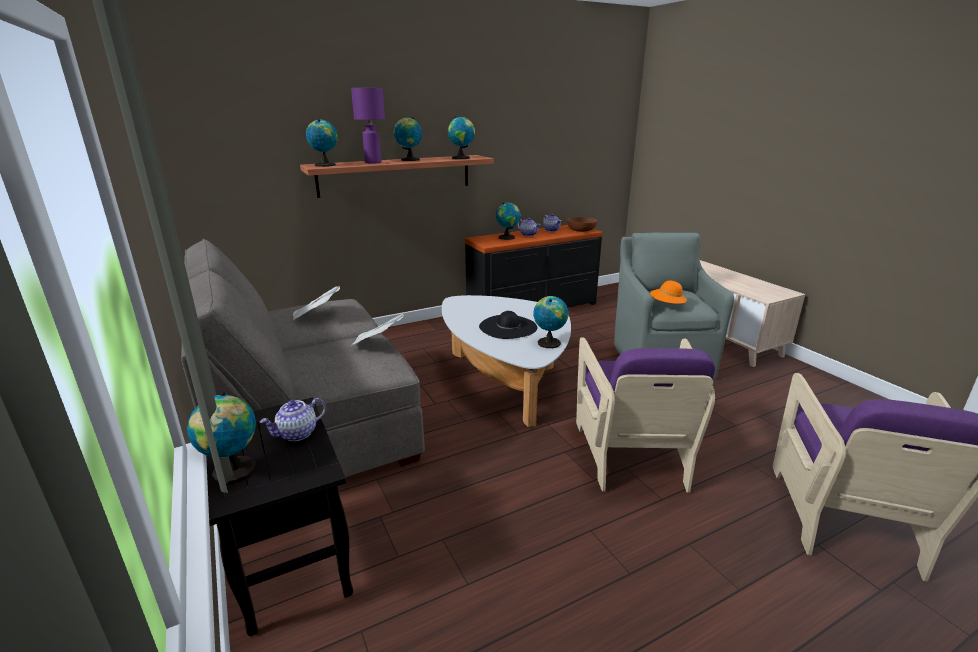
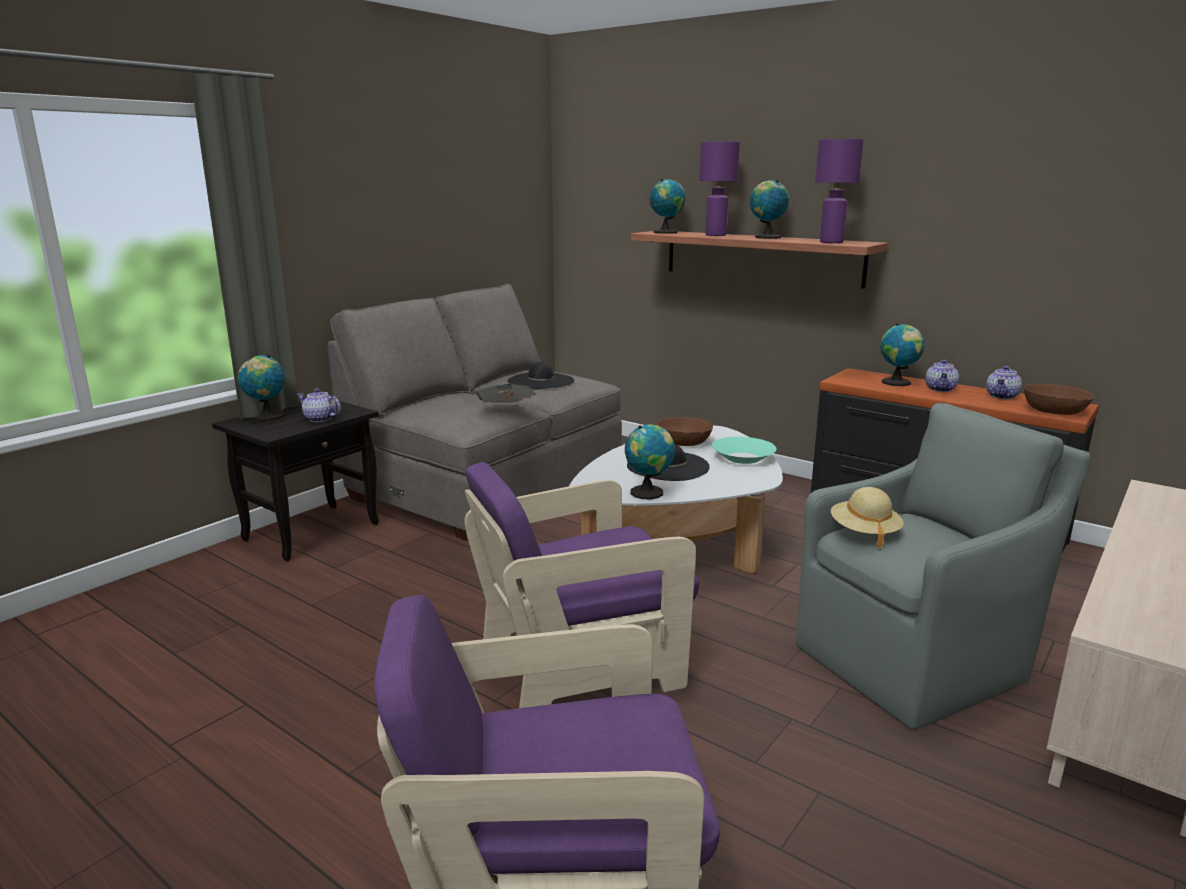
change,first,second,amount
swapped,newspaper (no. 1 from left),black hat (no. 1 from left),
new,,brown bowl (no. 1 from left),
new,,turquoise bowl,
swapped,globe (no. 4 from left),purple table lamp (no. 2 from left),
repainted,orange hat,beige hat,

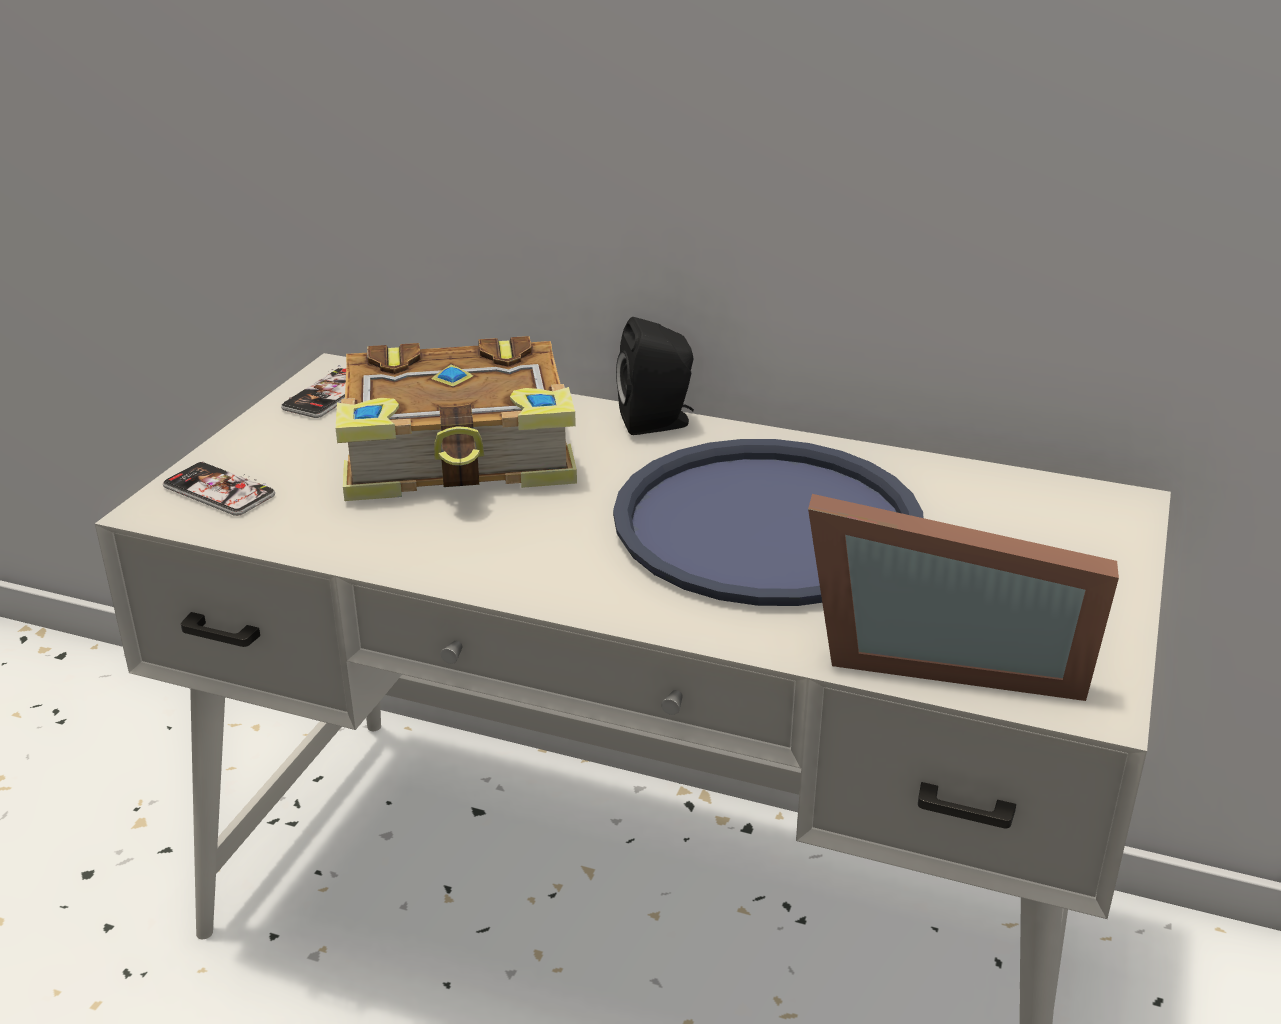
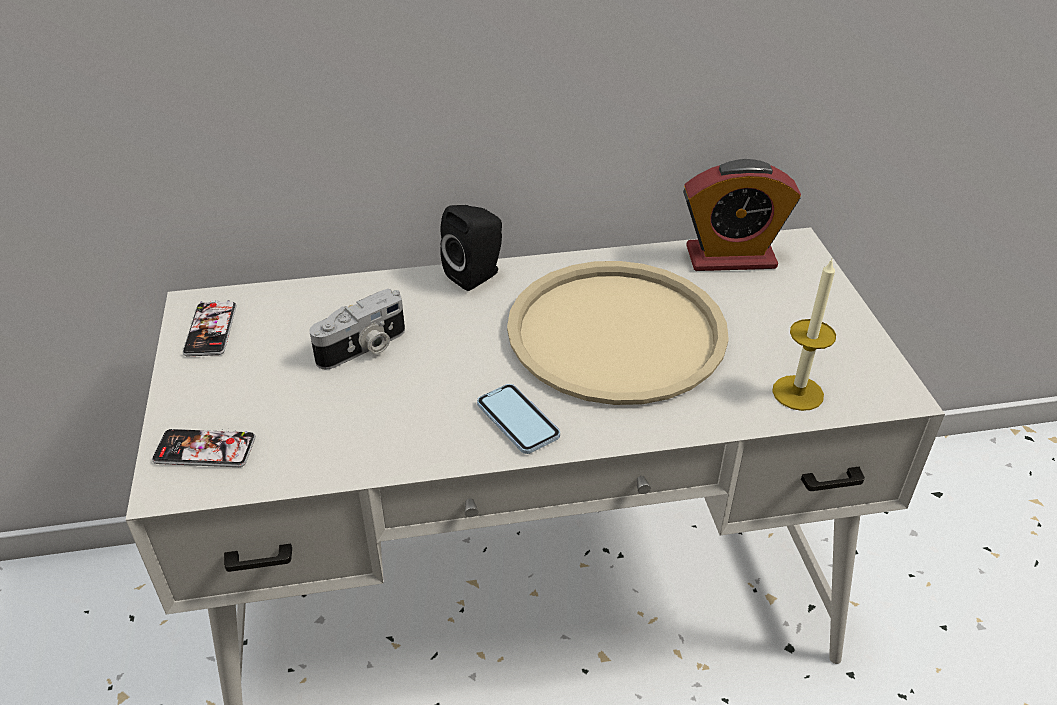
change,first,second,amount
swapped,book,photo camera,
new,,phone (no. 3 from left),
repainted,blue tray,beige tray,
new,,alarm clock,
swapped,picture frame,candle,

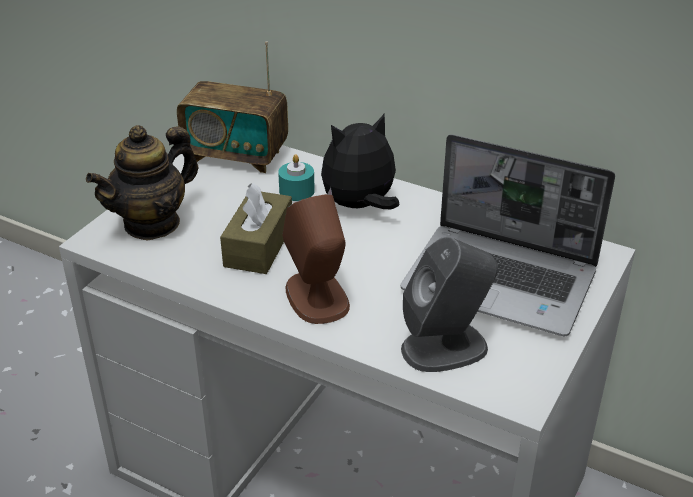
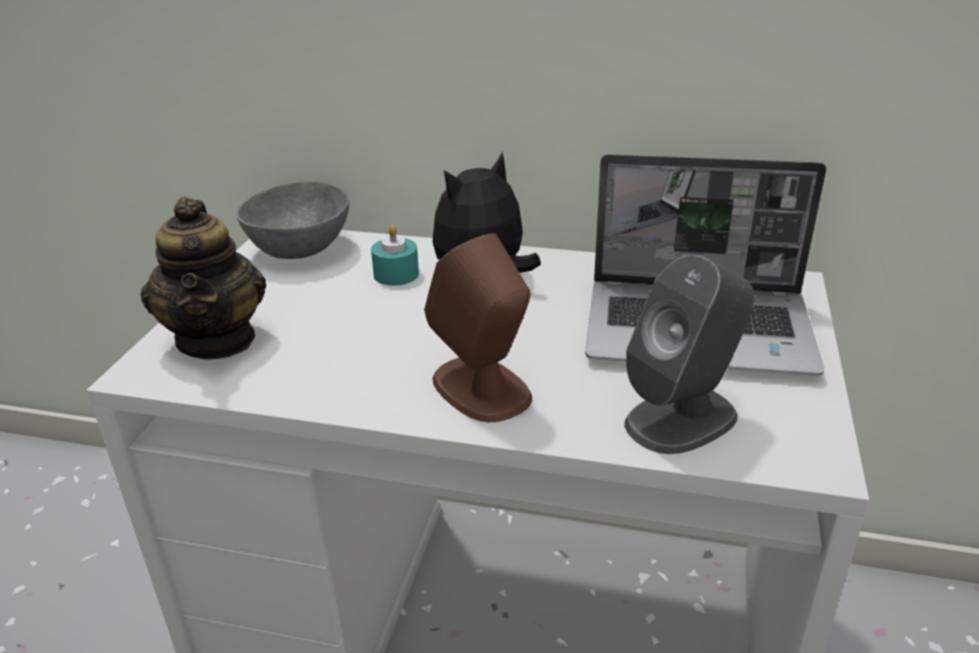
change,first,second,amount
rotated,teapot,,45 degrees counterclockwise
swapped,radio,grey bowl,
gone,brown tissue box,,

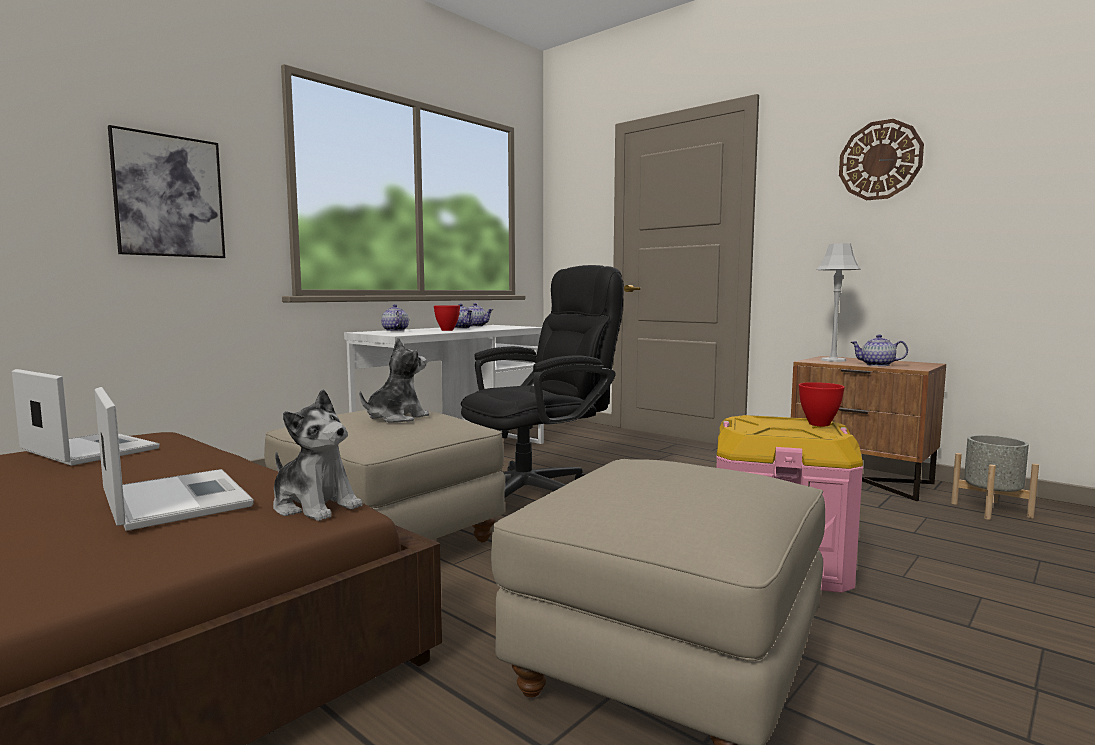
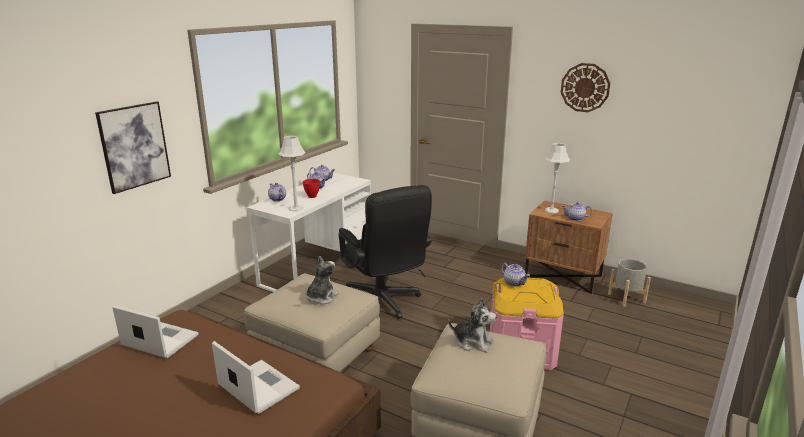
change,first,second,amount
new,,grey table lamp (no. 1 from left),
rotated,black office chair,,105 degrees clockwise
shifted,plush toy (no. 1 from left in the first image),plush toy (no. 2 from left),
new,,teapot (no. 4 from left),
gone,red bowl (no. 2 from left),,

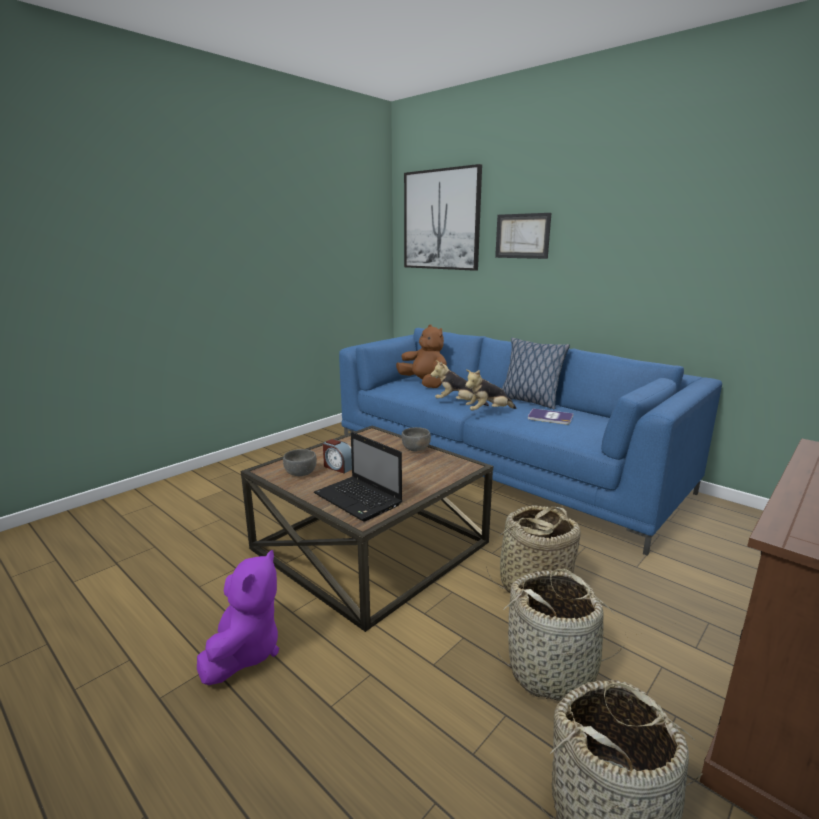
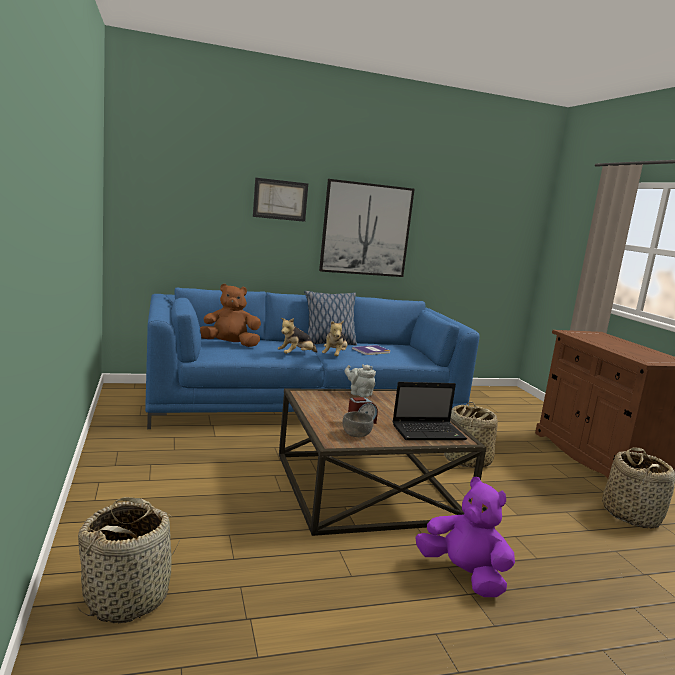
change,first,second,amount
shifted,basket (no. 2 from left in the first image),basket (no. 1 from left),
shifted,picture (no. 1 from left in the first image),picture (no. 2 from left),
swapped,grey bowl (no. 2 from left),grey teapot,

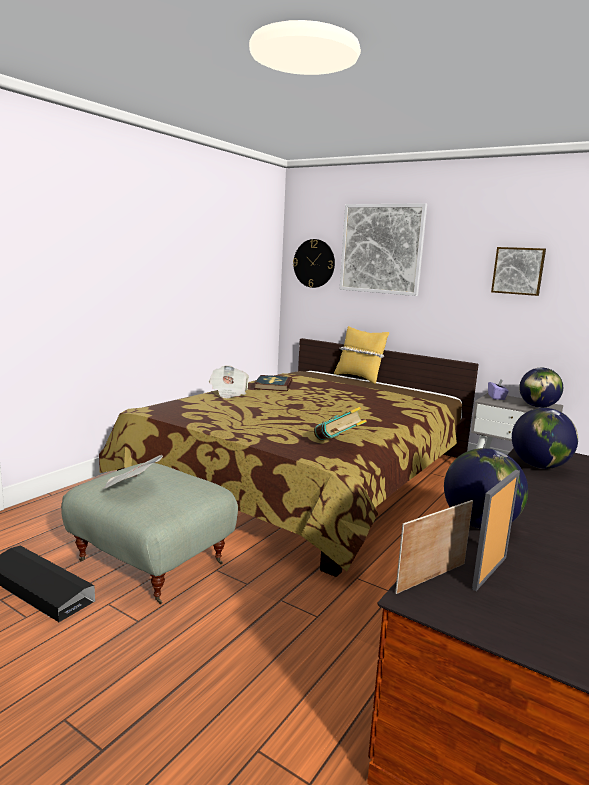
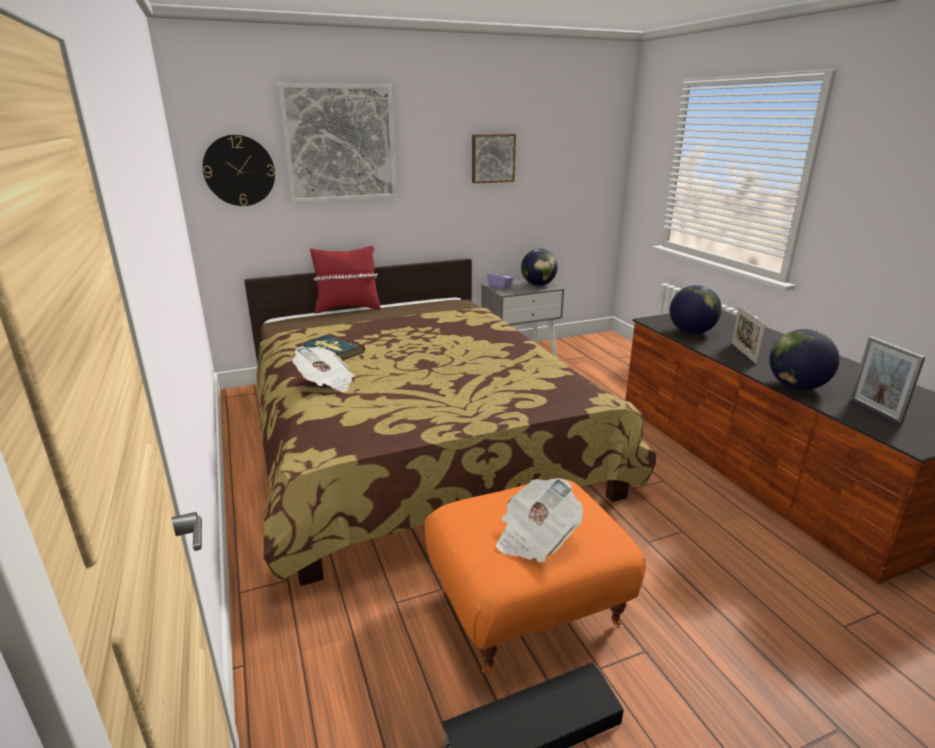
change,first,second,amount
repainted,yellow pillow,red pillow,
repainted,grey ottoman,orange ottoman,
shifted,picture frame (no. 1 from left),,
gone,book (no. 2 from left),,

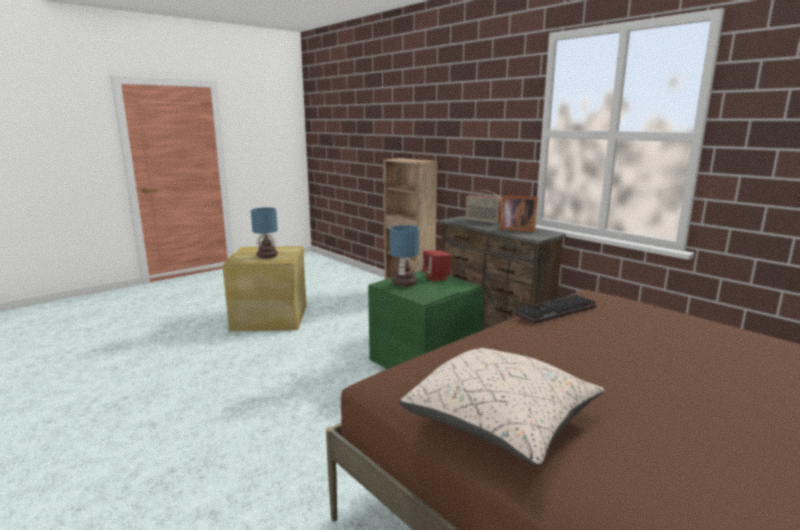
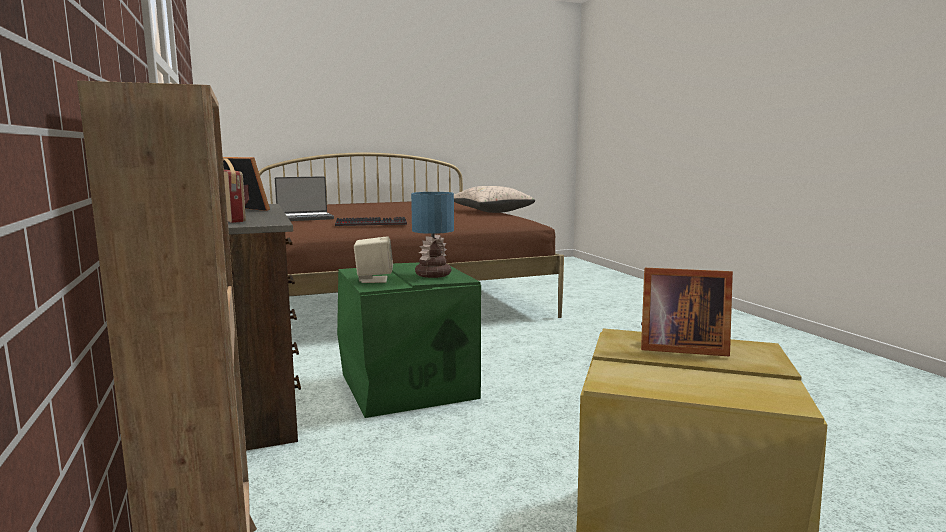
change,first,second,amount
new,,laptop,
repainted,red speaker,beige speaker,
swapped,table lamp (no. 1 from left),picture frame (no. 2 from left),

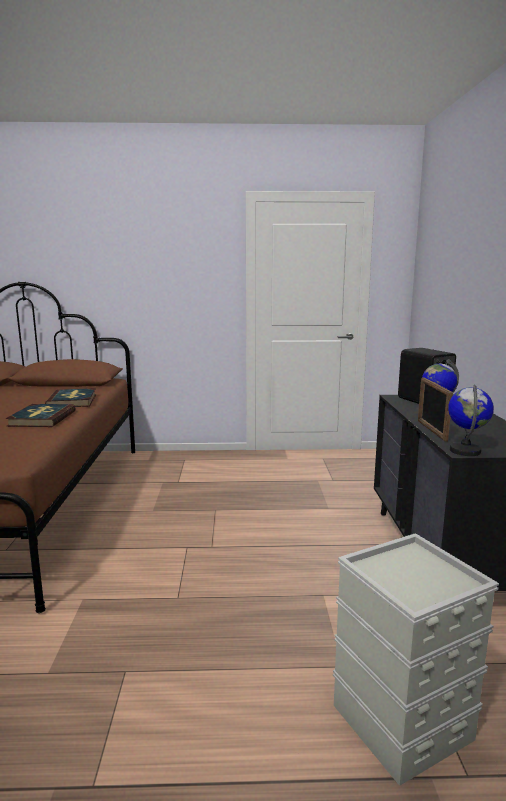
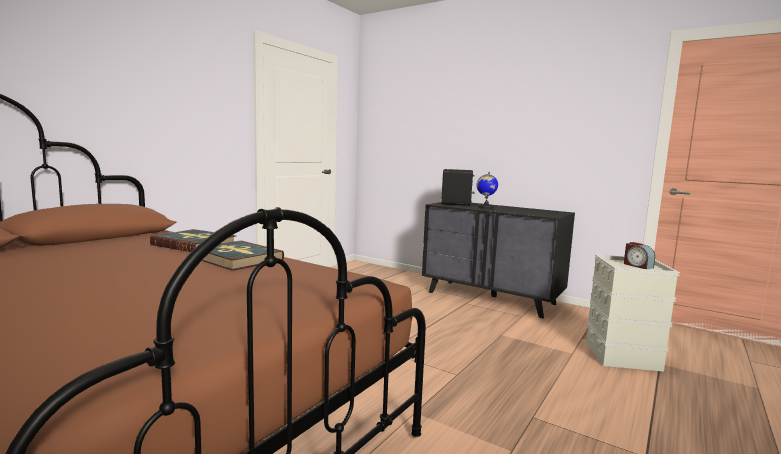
change,first,second,amount
new,,alarm clock,
gone,picture frame,,
gone,globe (no. 2 from left),,

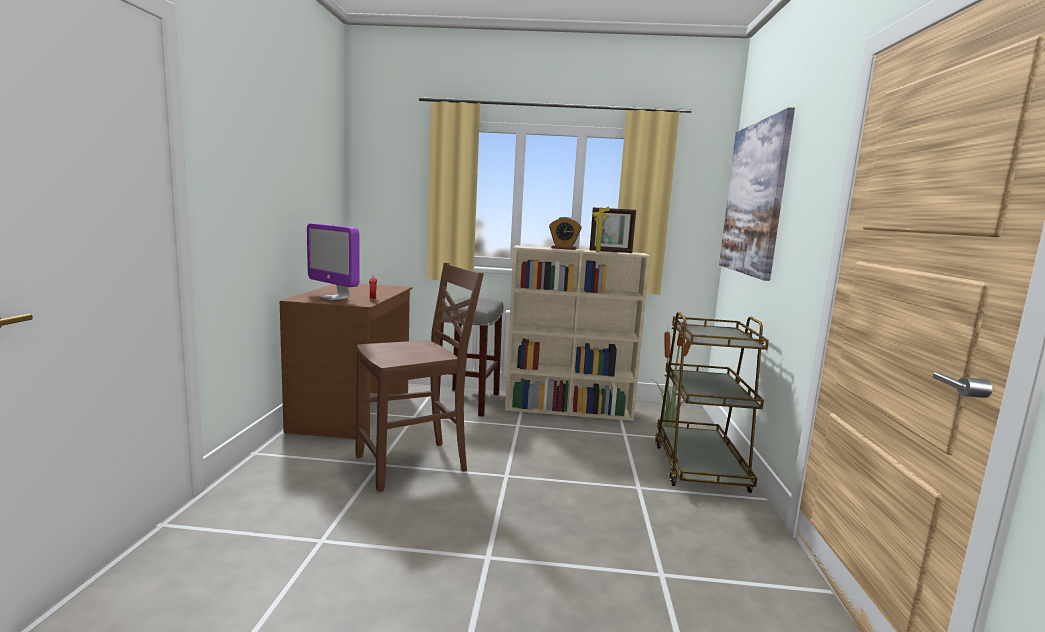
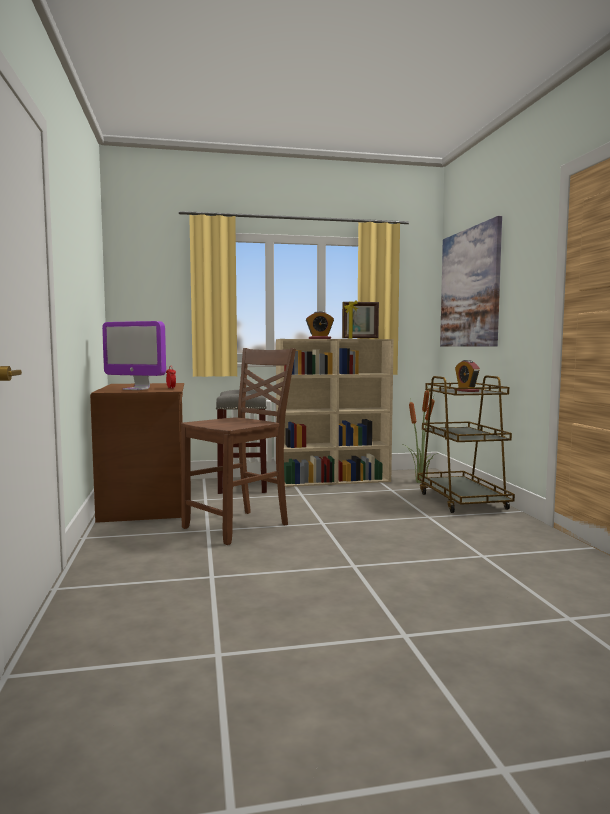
change,first,second,amount
new,,alarm clock (no. 3 from left),

